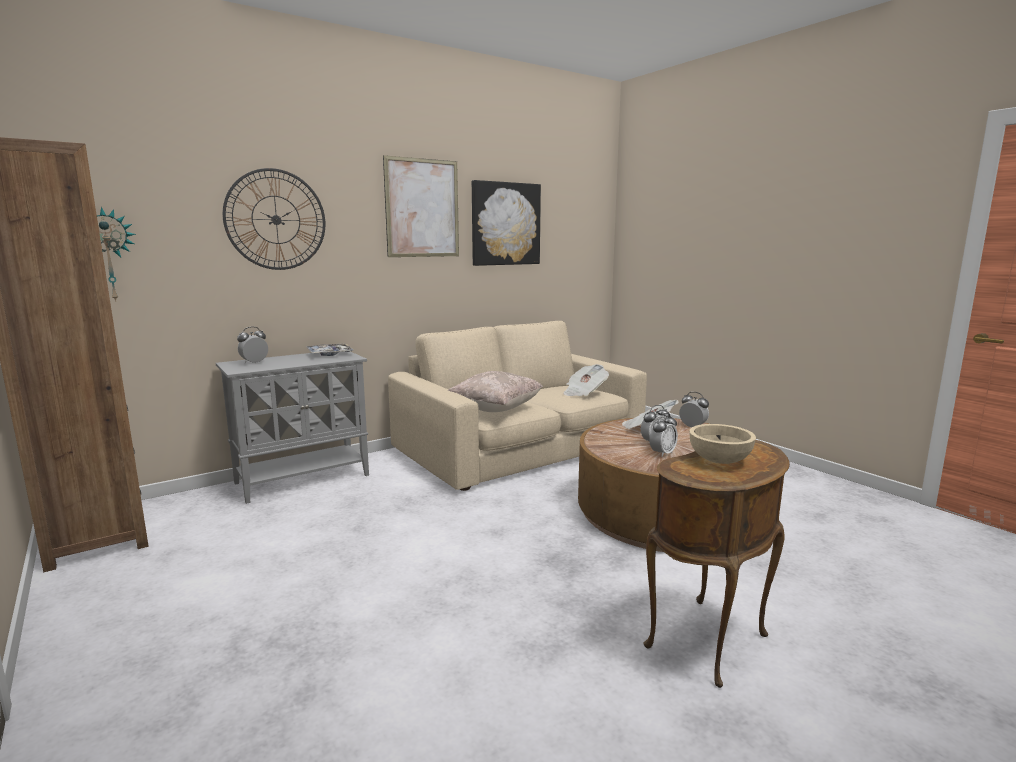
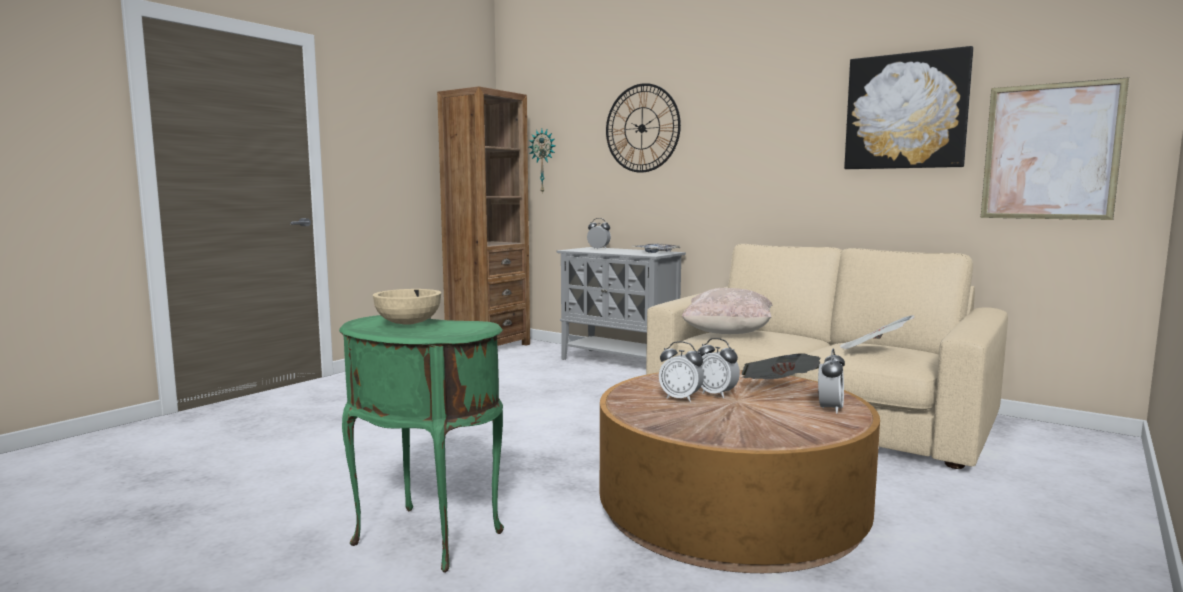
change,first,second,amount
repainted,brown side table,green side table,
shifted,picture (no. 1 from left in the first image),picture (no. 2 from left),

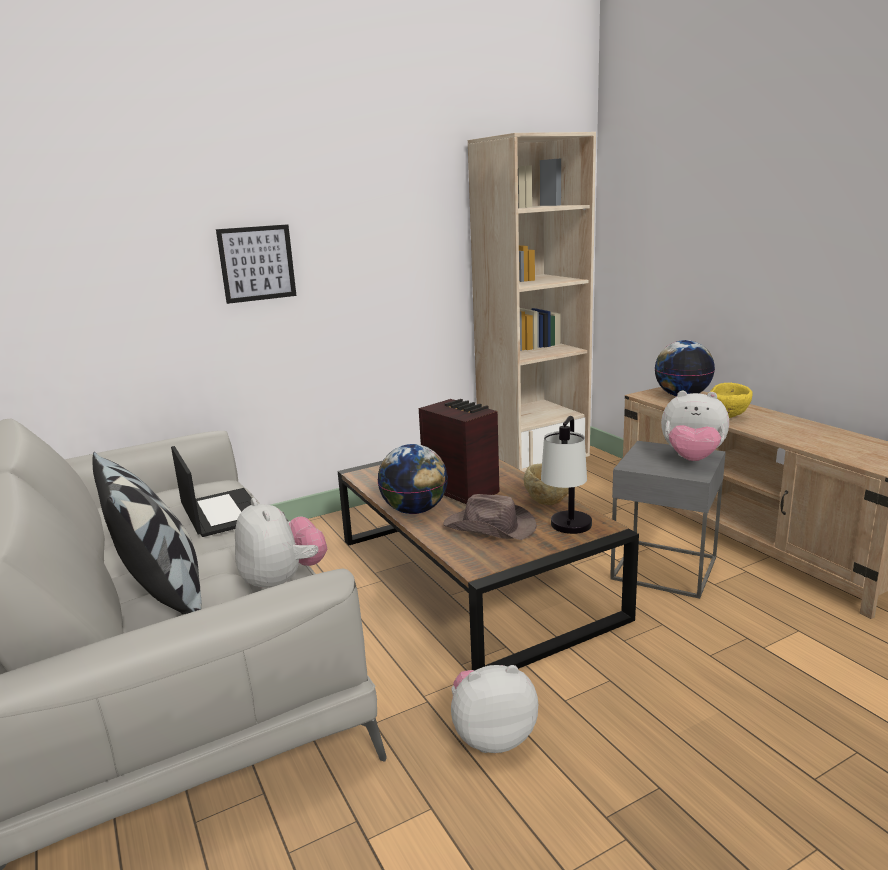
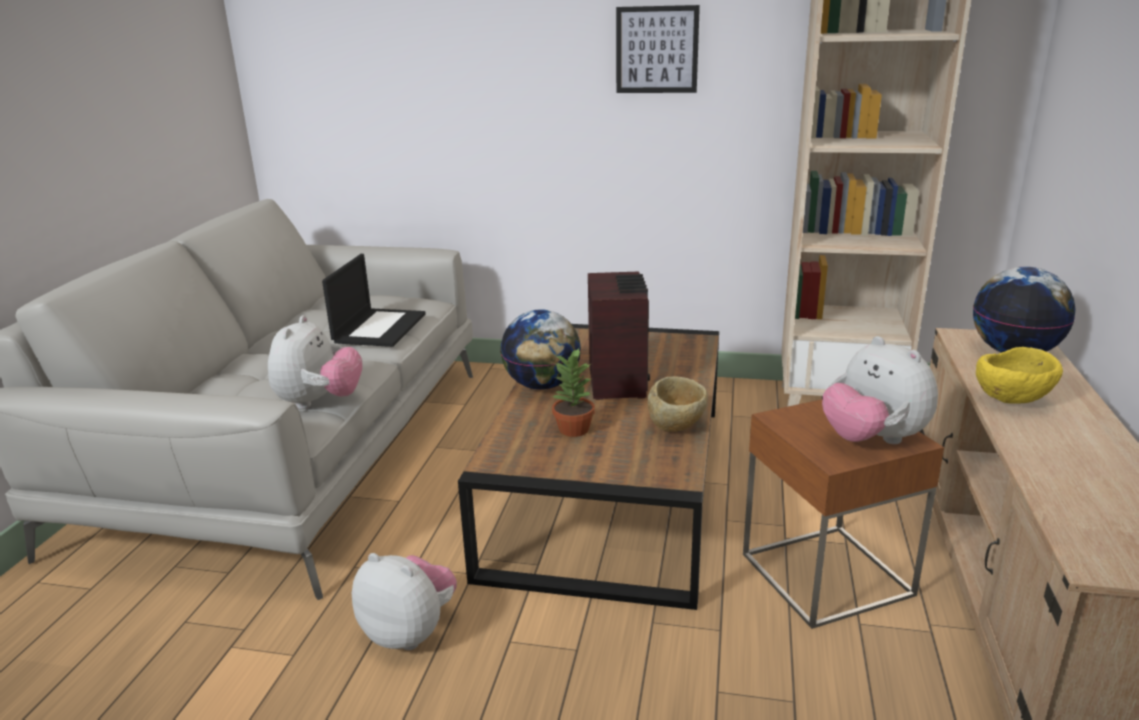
change,first,second,amount
swapped,brown hat,potted plant,
shifted,picture,,
repainted,grey side table,brown side table,
gone,pillow,,
gone,table lamp,,

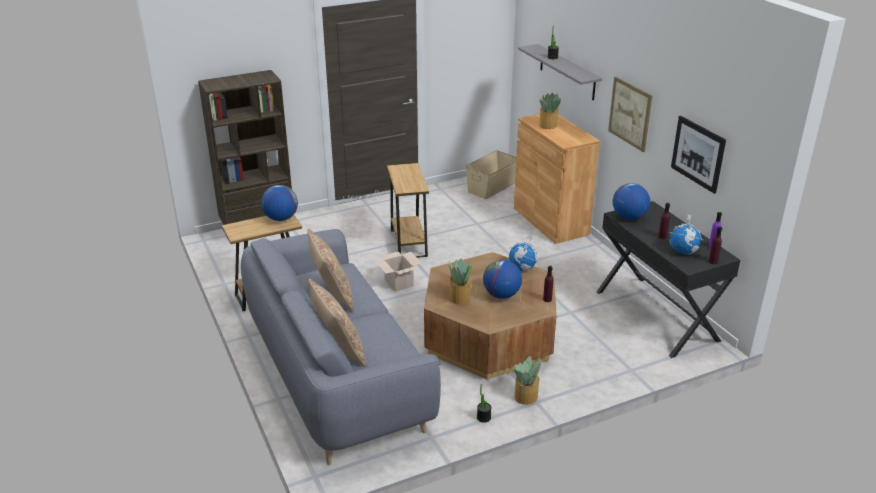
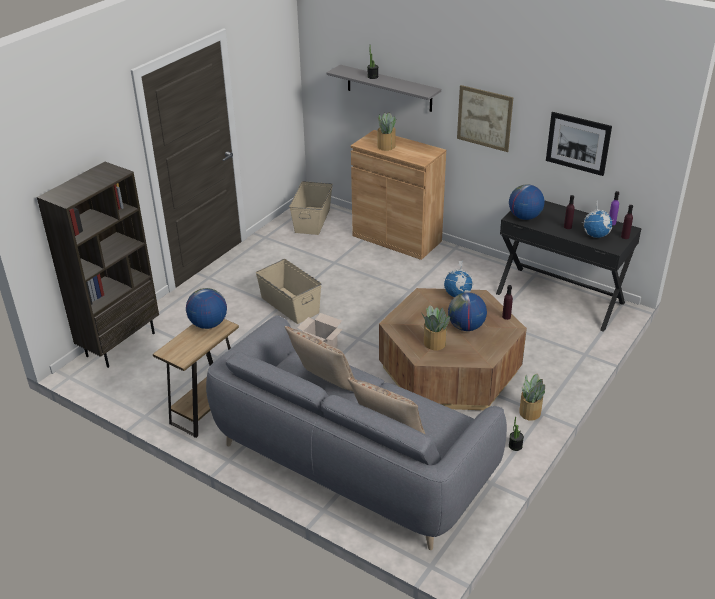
change,first,second,amount
swapped,brown side table (no. 2 from left),beige storage box (no. 1 from left),

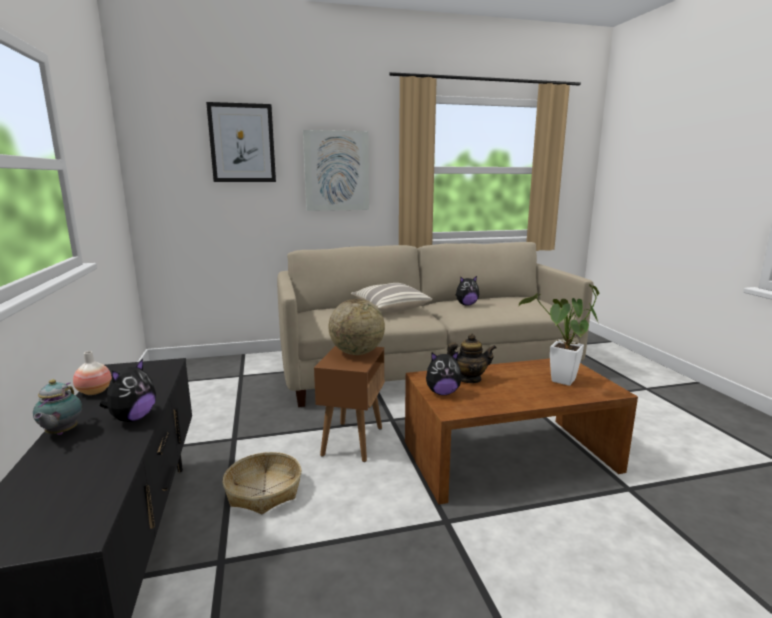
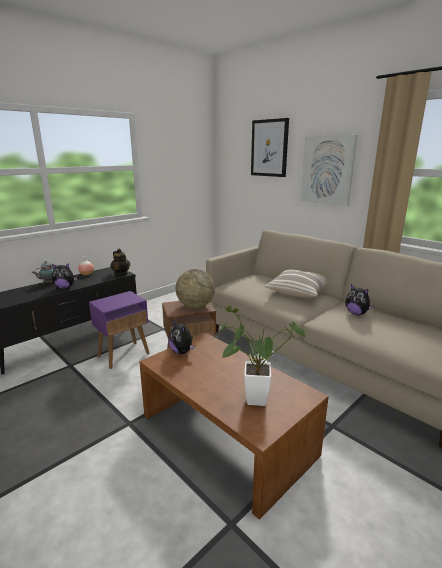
change,first,second,amount
swapped,basket,purple side table,
shifted,teapot (no. 2 from left),,

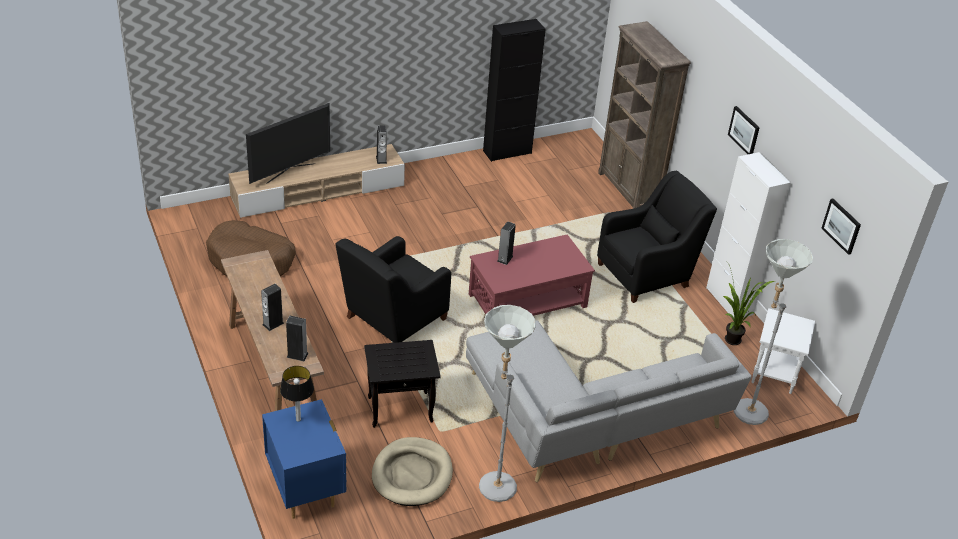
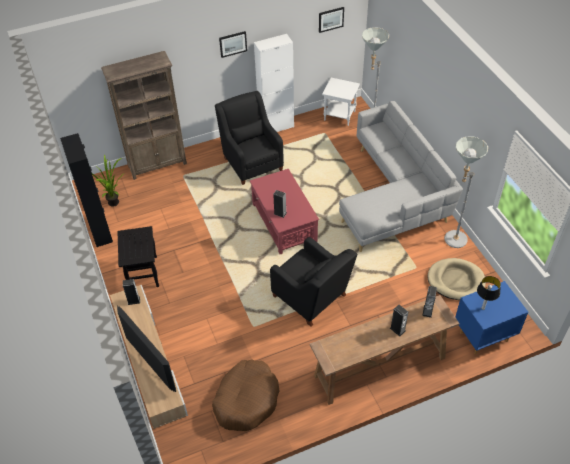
change,first,second,amount
shifted,potted plant,,
shifted,black side table,,

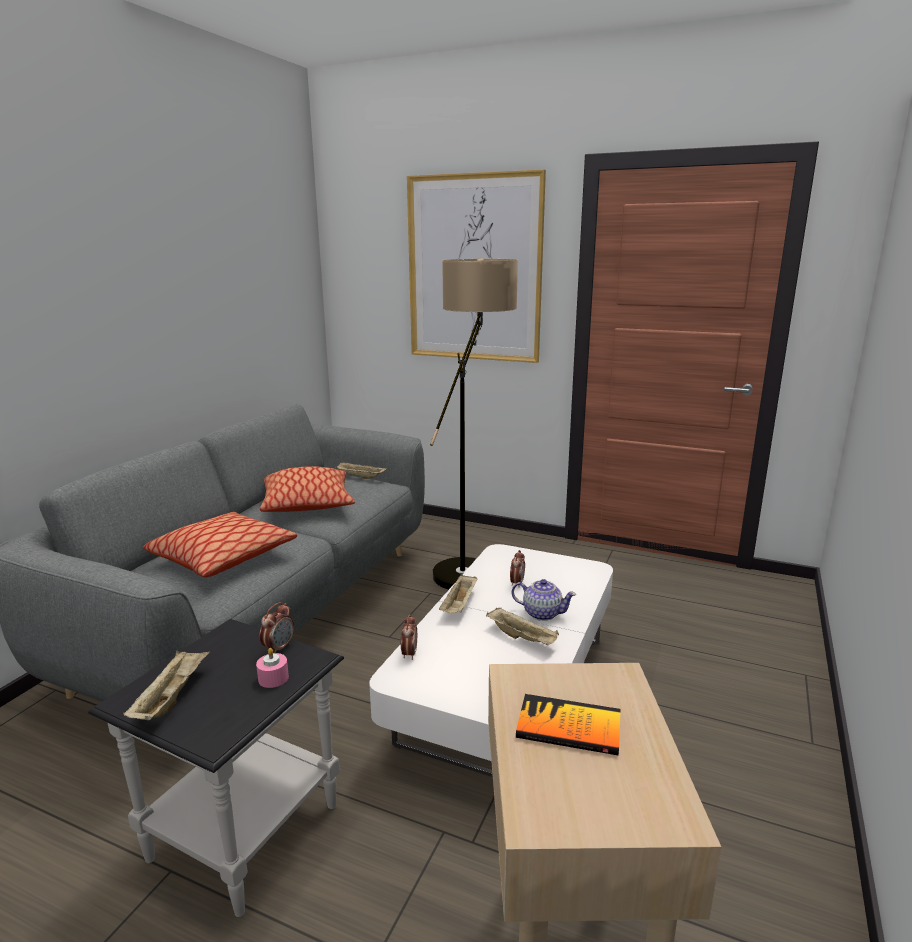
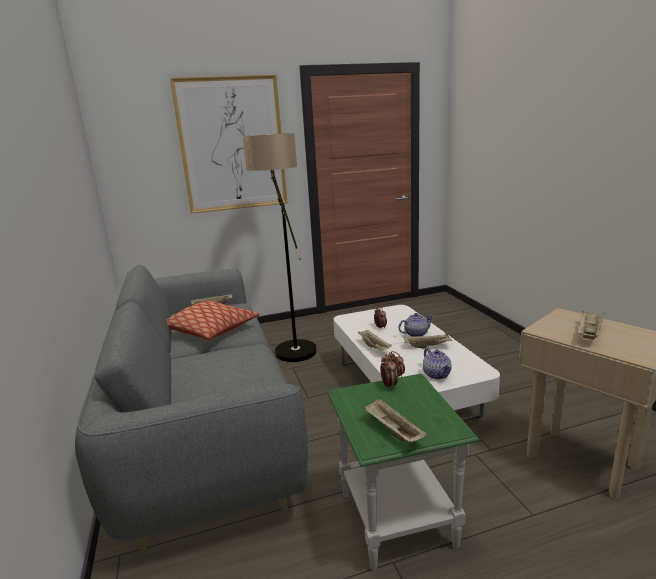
change,first,second,amount
repainted,black side table,green side table,
new,,teapot (no. 2 from left),
swapped,book,beige tray (no. 5 from left),
gone,pillow (no. 1 from left),,
gone,pink candle,,

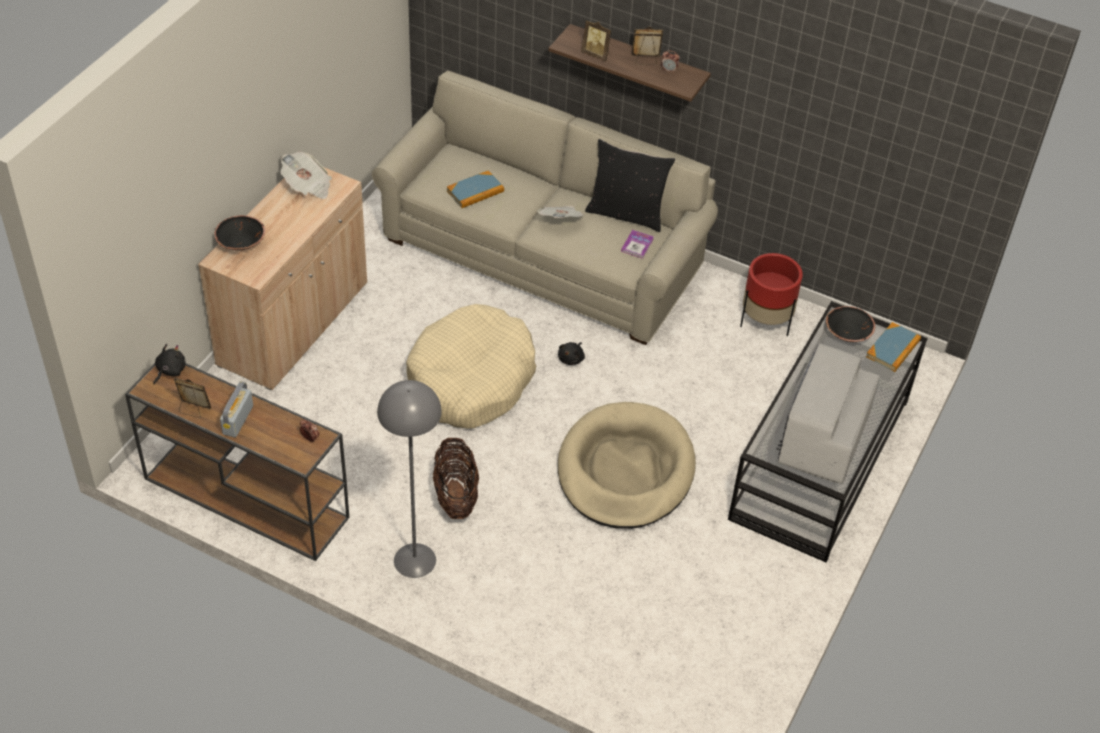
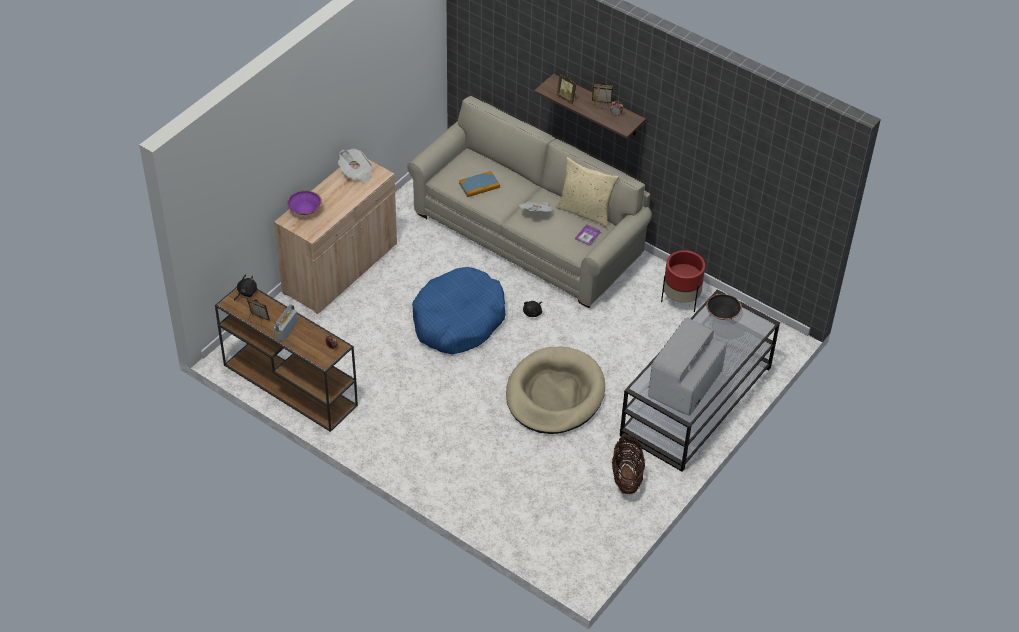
change,first,second,amount
repainted,black bowl (no. 1 from left),purple bowl,
repainted,beige dog bed (no. 1 from left),blue dog bed,
repainted,black pillow,beige pillow,
shifted,basket,,
gone,grey floor lamp,,
gone,book (no. 3 from left),,

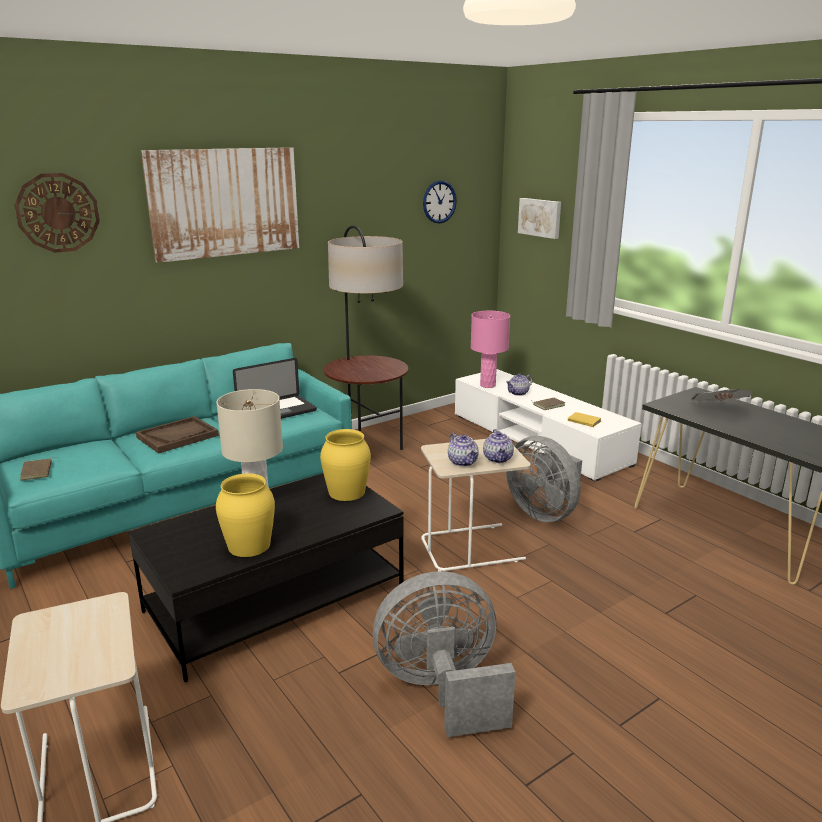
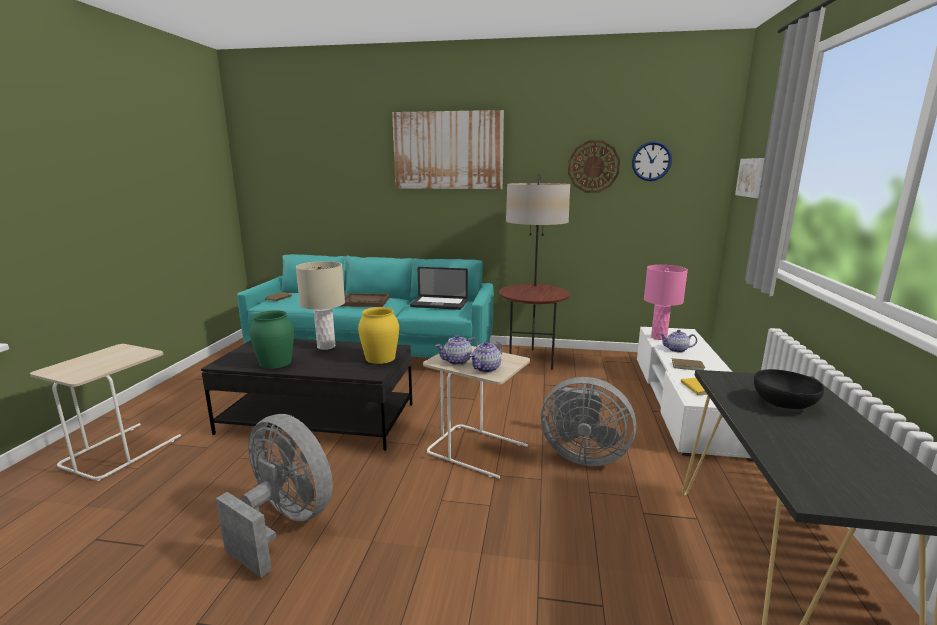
change,first,second,amount
repainted,yellow vase (no. 1 from left),green vase,
rotated,teapot (no. 1 from left),,45 degrees clockwise
rotated,grey fan (no. 2 from left),,75 degrees counterclockwise
shifted,wall clock (no. 1 from left),,
swapped,newspaper,black bowl,

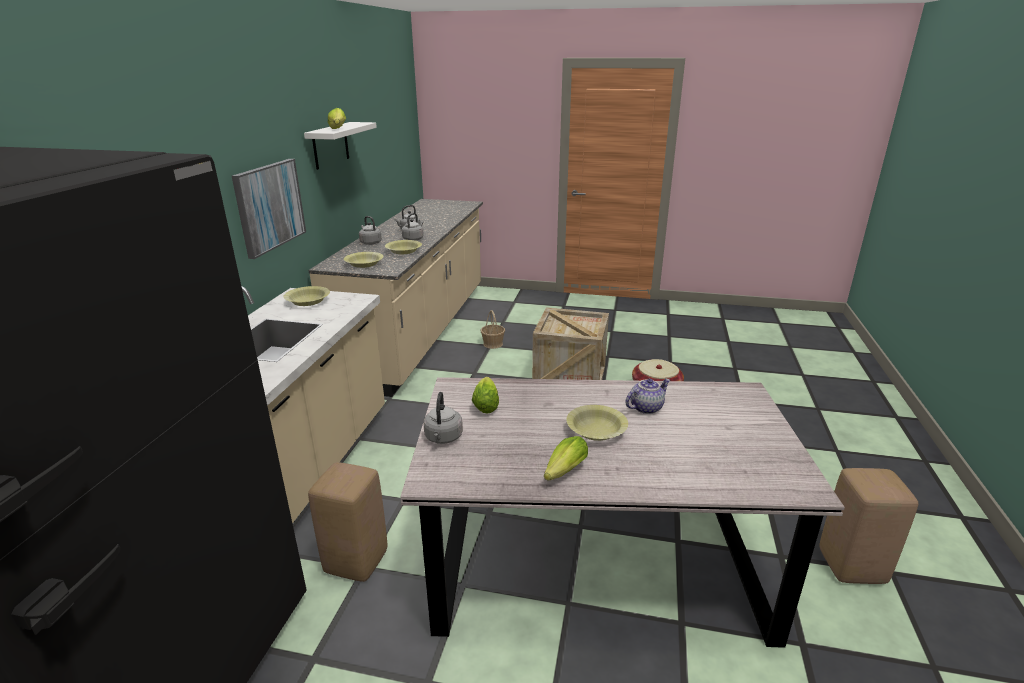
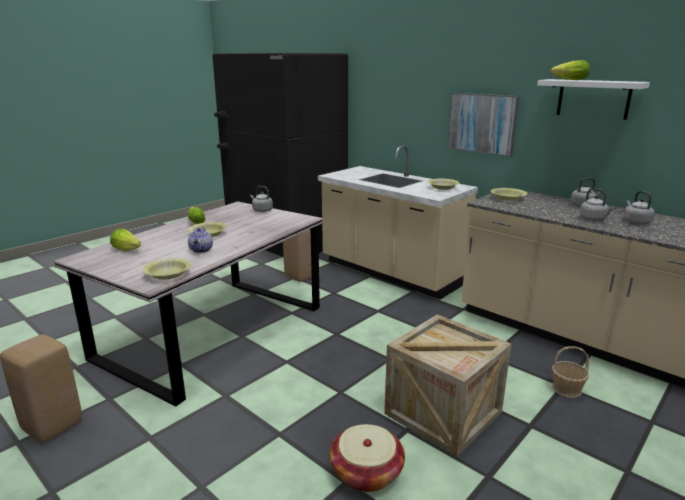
change,first,second,amount
shifted,lettuce (no. 2 from left in the first image),lettuce (no. 1 from left),
shifted,yellow bowl (no. 3 from left in the first image),yellow bowl (no. 1 from left),

